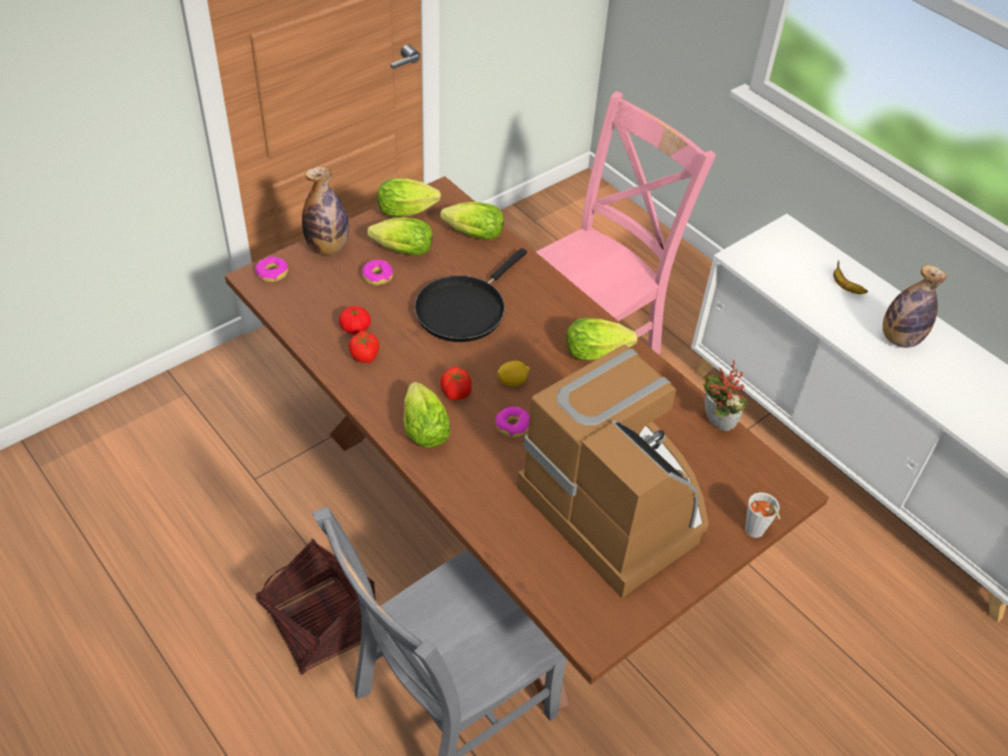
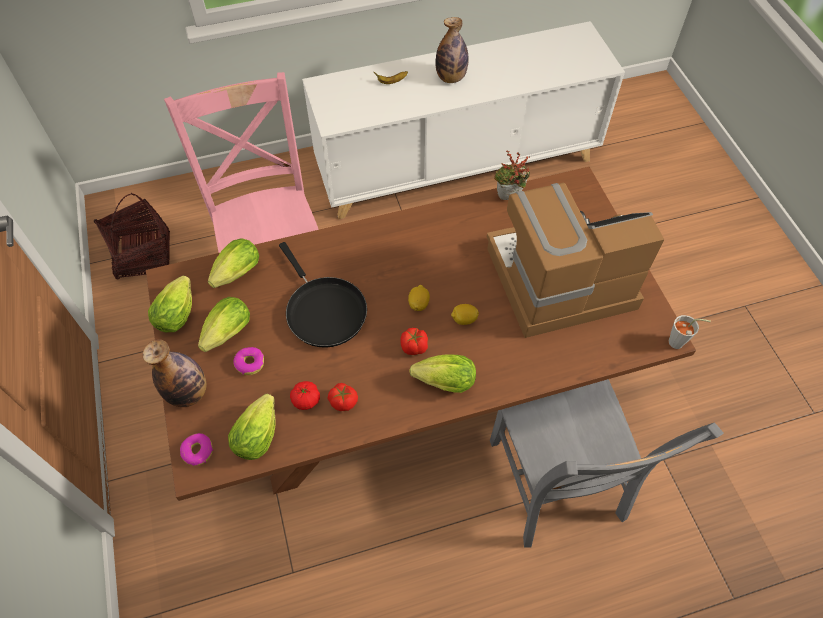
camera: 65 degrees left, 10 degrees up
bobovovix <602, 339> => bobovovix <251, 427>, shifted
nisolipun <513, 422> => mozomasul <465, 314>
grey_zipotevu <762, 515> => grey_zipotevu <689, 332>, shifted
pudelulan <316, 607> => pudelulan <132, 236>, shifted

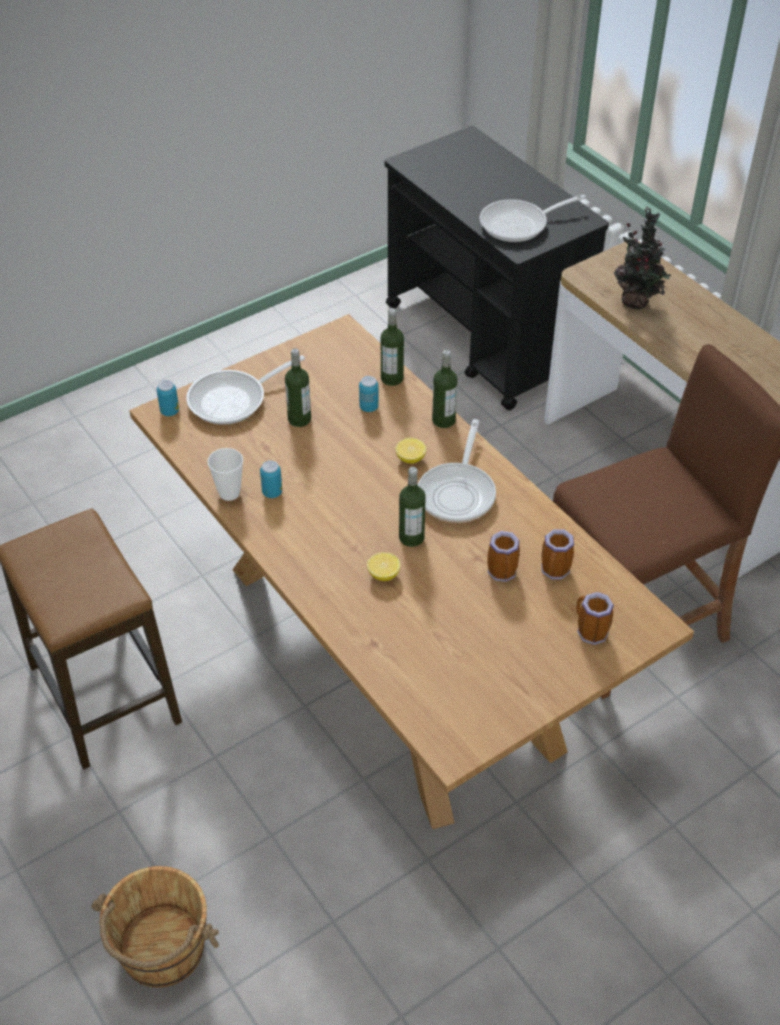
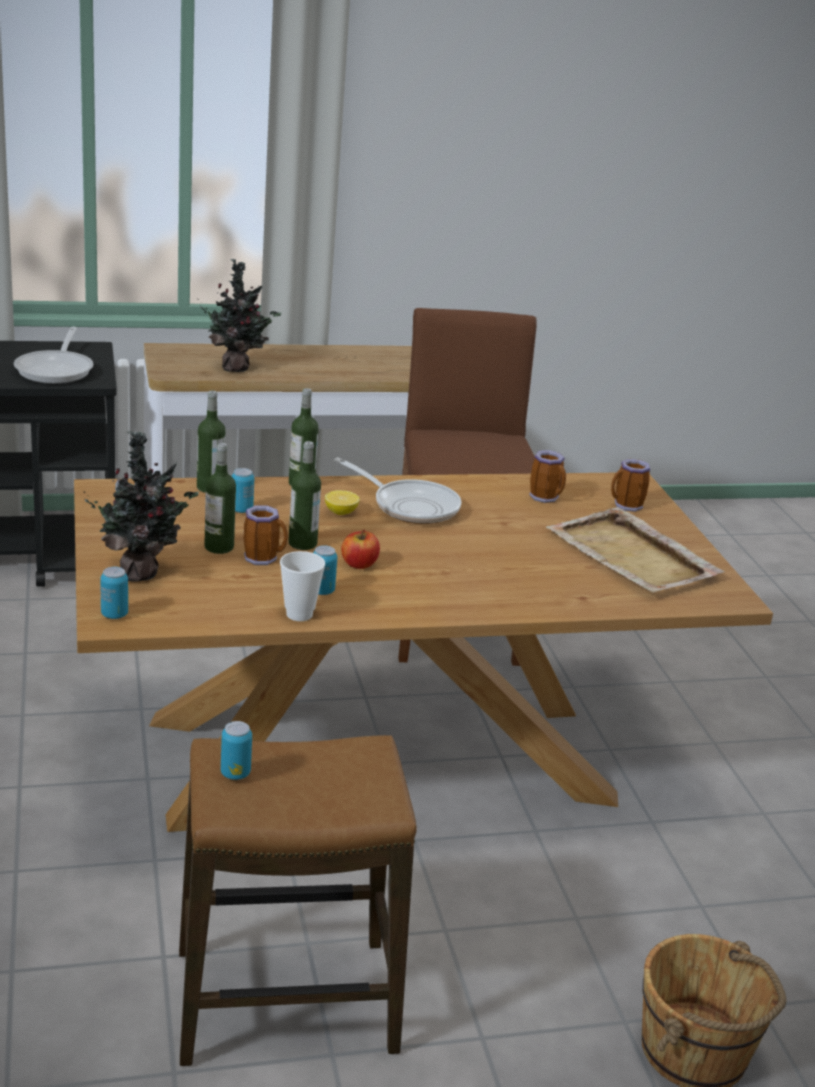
camera: 70 degrees left, 20 degrees down
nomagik <245, 390> => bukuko <141, 506>
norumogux <412, 507> => norumogux <304, 495>, shifted
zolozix <503, 556> => zolozix <266, 535>, shifted
mozomasul <384, 566> => nothing
nothing => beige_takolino <635, 550>
nothing => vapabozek <360, 549>
nothing => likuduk <236, 750>

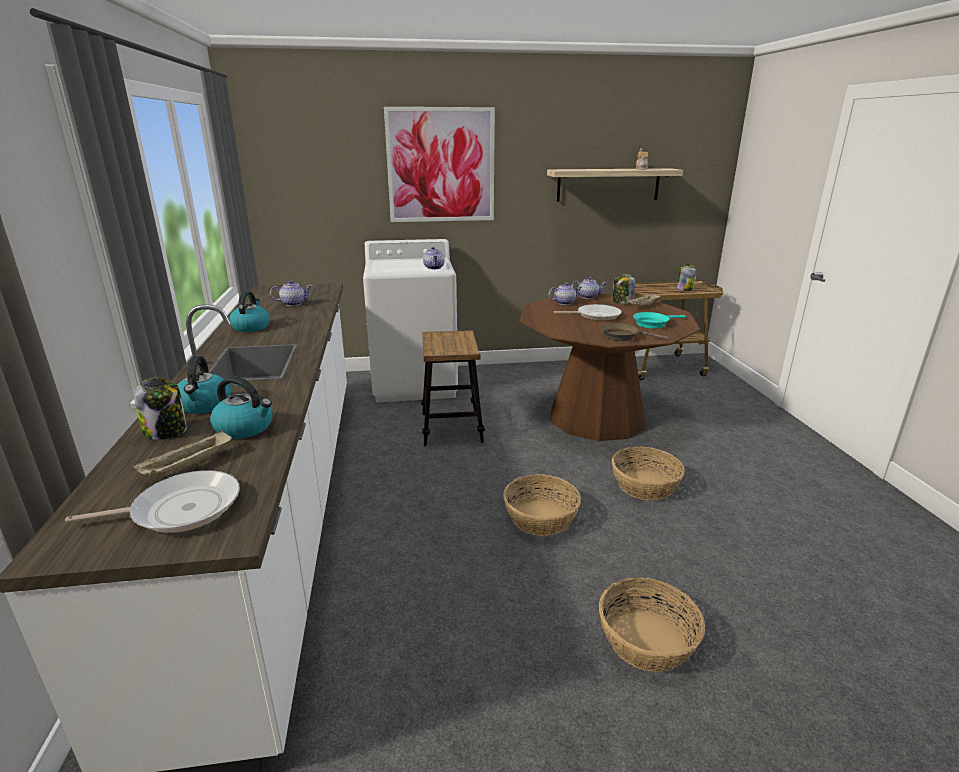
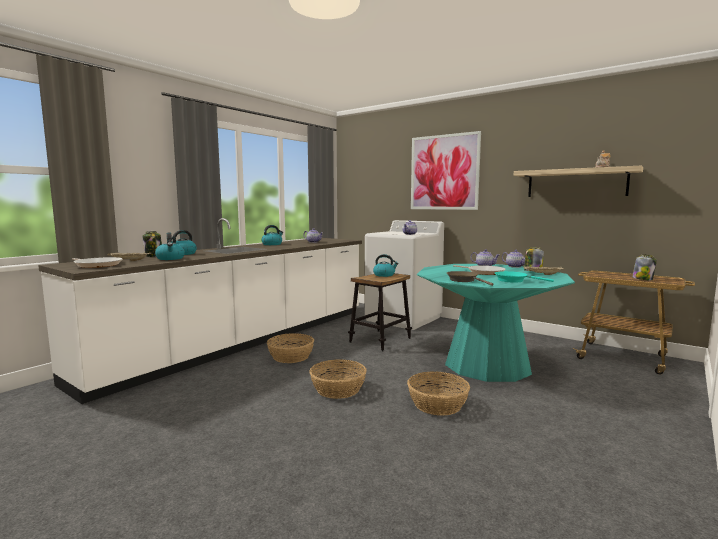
camera: 45 degrees right, 15 degrees down
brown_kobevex <610, 367> => turquoise_kobevex <496, 323>
pudelulan <652, 624> => pudelulan <290, 348>, shifted
nothing => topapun <386, 265>

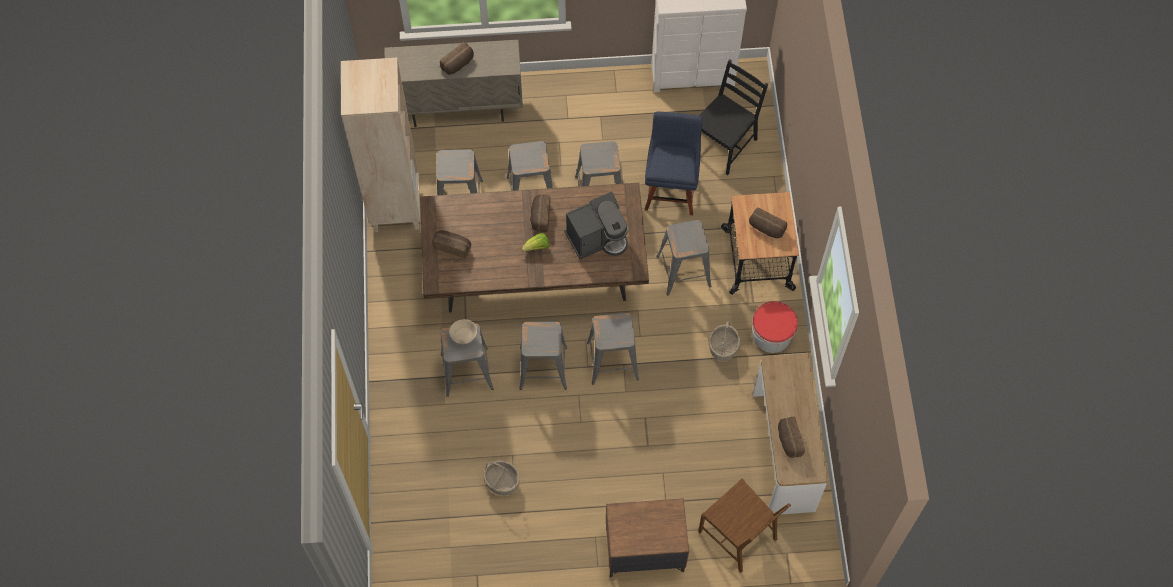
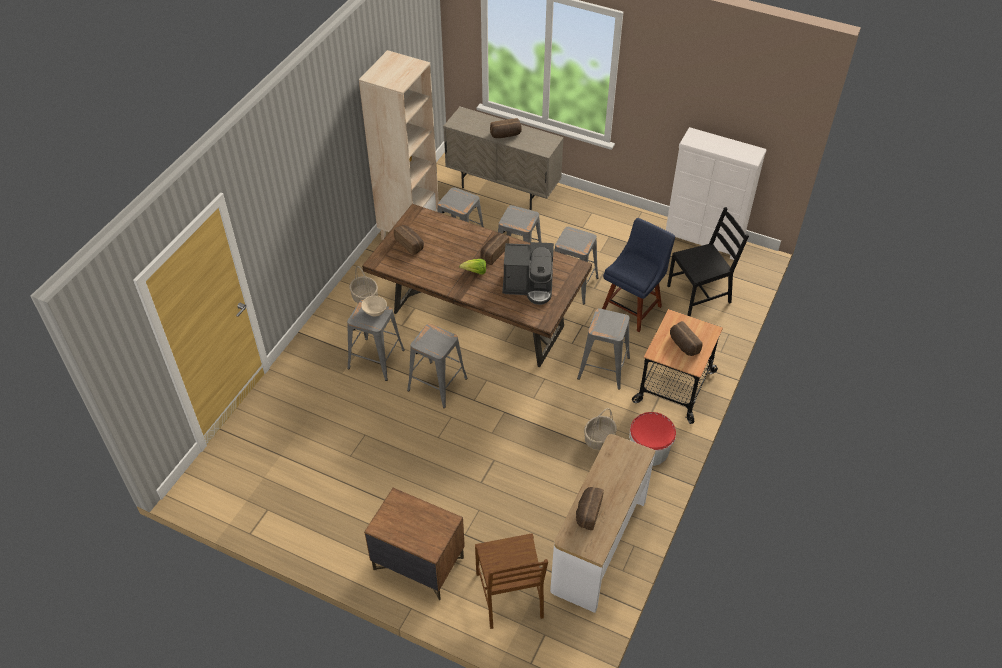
camera: 30 degrees right, 15 degrees down
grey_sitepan <613, 349> => nothing
pudelulan <502, 478> => pudelulan <364, 284>, shifted

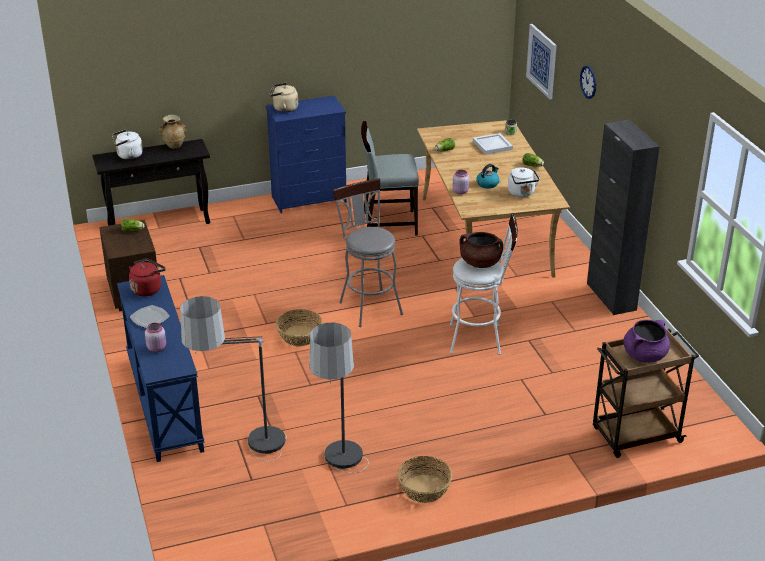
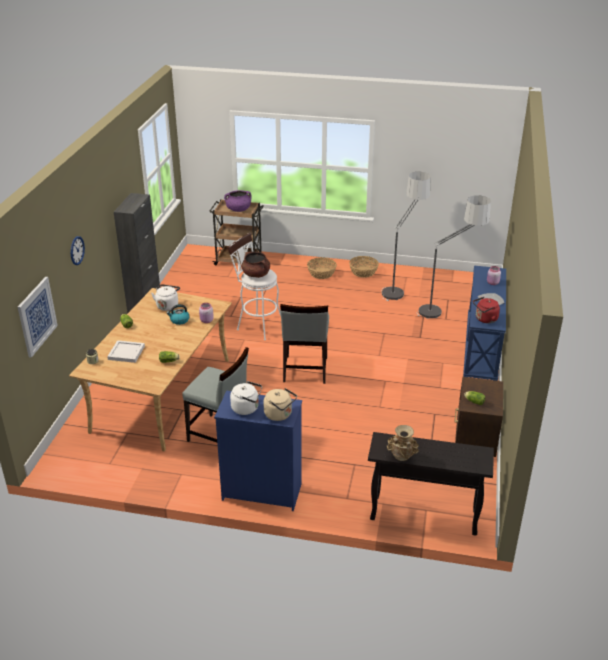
camera: 150 degrees left, 0 degrees up
white_topapun <127, 144> => white_topapun <246, 398>, shifted
grey_sitepan <368, 252> => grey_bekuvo <304, 344>
pudelulan <299, 327> => pudelulan <322, 268>, shifted

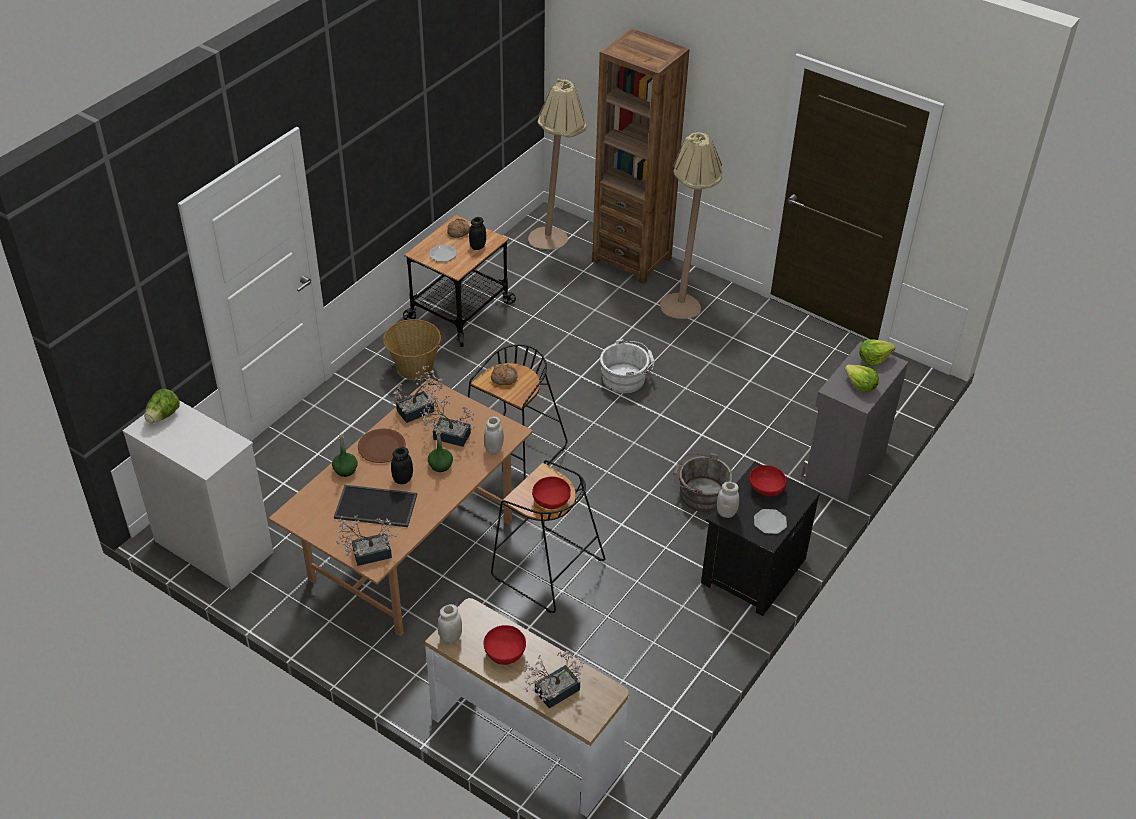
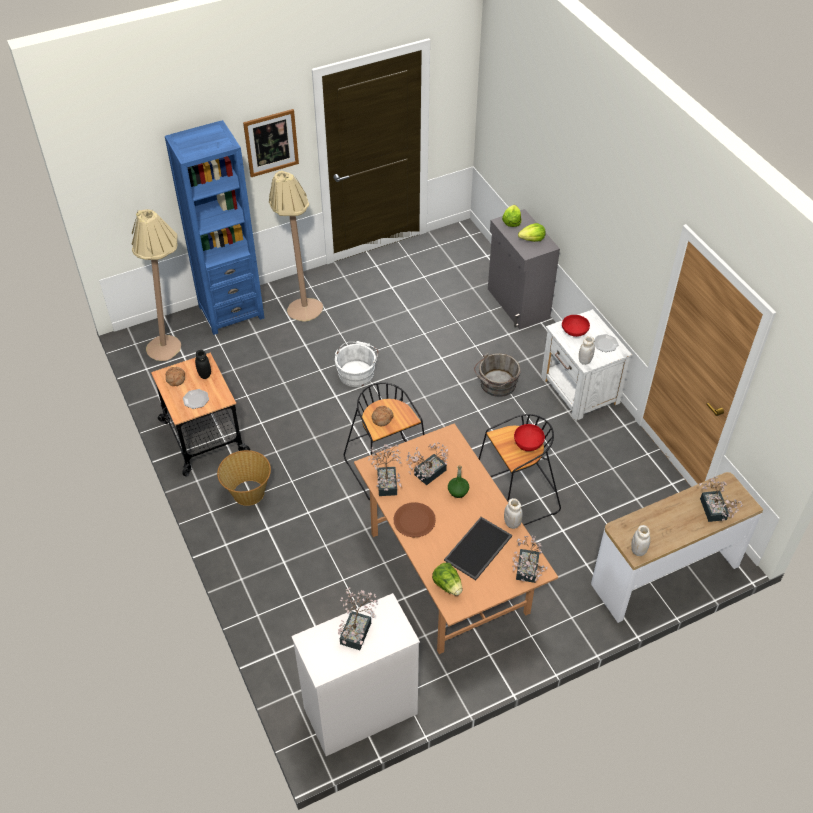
camera: 60 degrees left, 5 degrees up
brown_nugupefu <641, 156> => blue_nugupefu <214, 227>
bobovovix <162, 406> => bobovovix <447, 579>, shifted
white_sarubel <494, 435> => white_sarubel <513, 513>, shifted
green_norumogux <345, 455> => nothing
black_sarubel <402, 465> => nothing
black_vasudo <760, 539> => white_vasudo <586, 365>
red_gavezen <504, 645> => nothing
nothing => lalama <271, 143>
nothing => bukuko <358, 618>

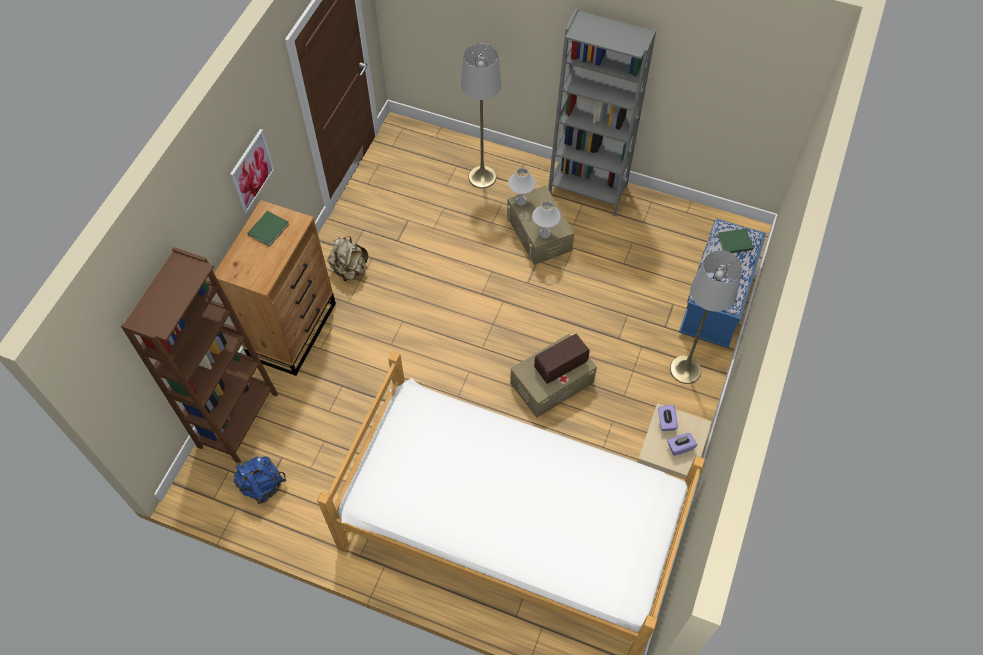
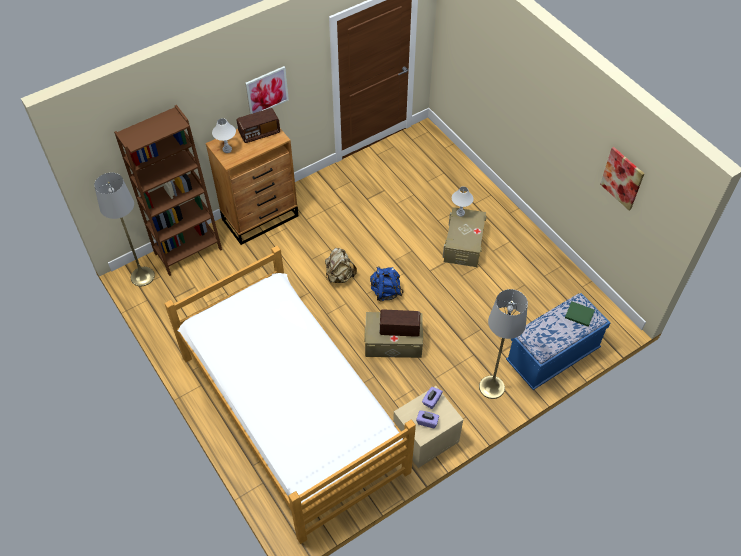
camera: 35 degrees right, 5 degrees down
grey_nugupefu <602, 112> => nothing
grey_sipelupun <481, 115> => grey_sipelupun <124, 229>, shifted
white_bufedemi <546, 219> => white_bufedemi <224, 135>, shifted
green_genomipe <268, 229> => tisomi <258, 125>
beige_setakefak <347, 259> => beige_setakefak <341, 265>, shifted
blue_setakefak <260, 480> => blue_setakefak <387, 284>, shifted
nothing => lalama <622, 178>

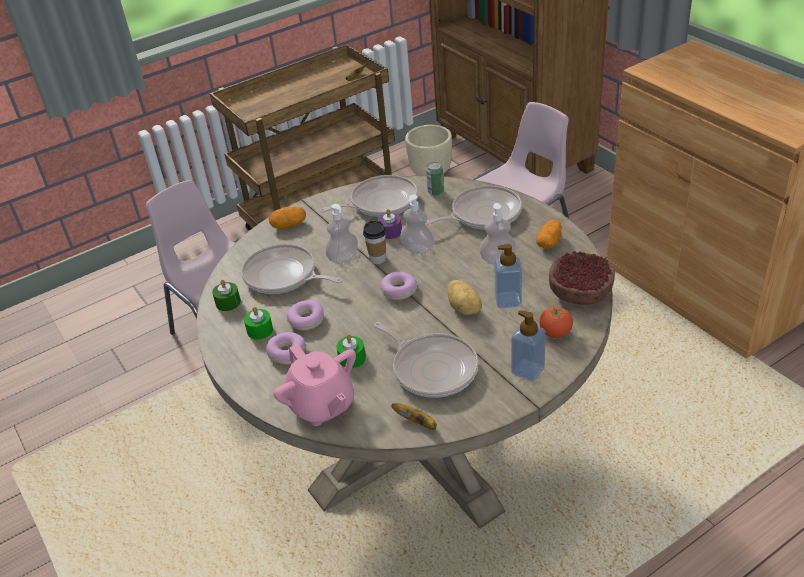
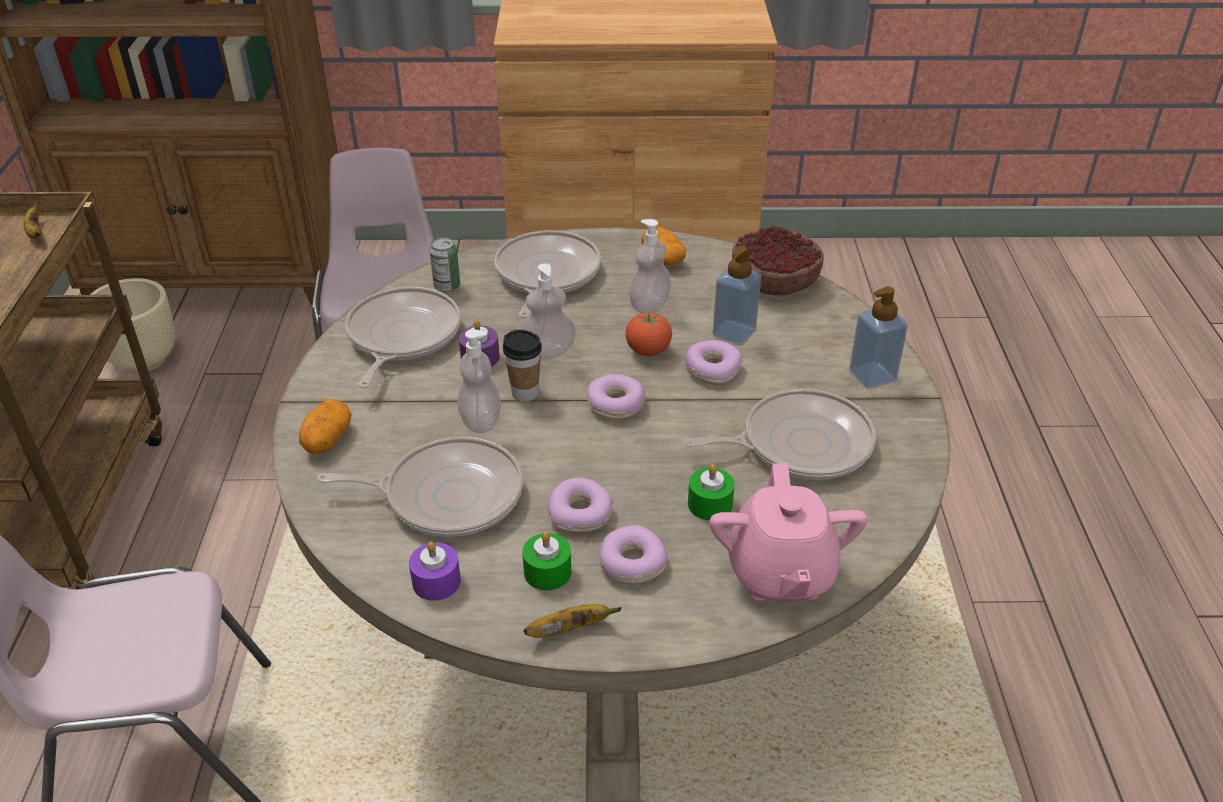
camera: 60 degrees left, 0 degrees up
nomagik <292, 269> => nomagik <420, 487>, 150 degrees counterclockwise
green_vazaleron <226, 295> => purple_vazaleron <435, 571>
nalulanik <464, 297> => nisolipun <713, 362>
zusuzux <556, 322> => zusuzux <648, 333>, shifted
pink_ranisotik <315, 385> => pink_ranisotik <788, 532>, 90 degrees clockwise
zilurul <414, 416> => zilurul <573, 621>, shifted

